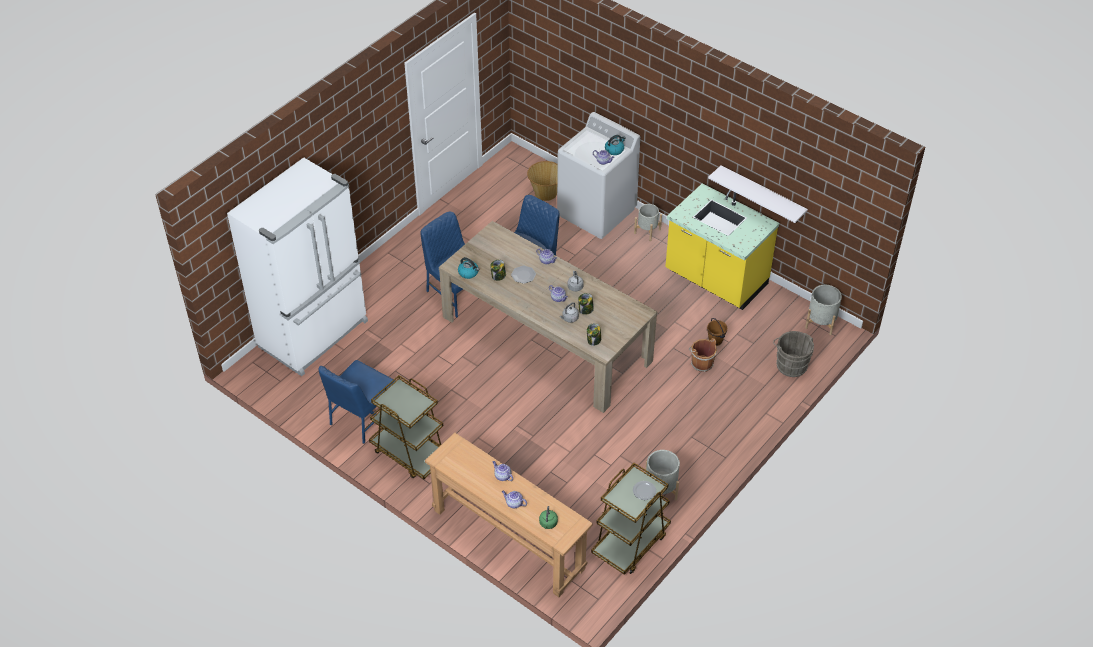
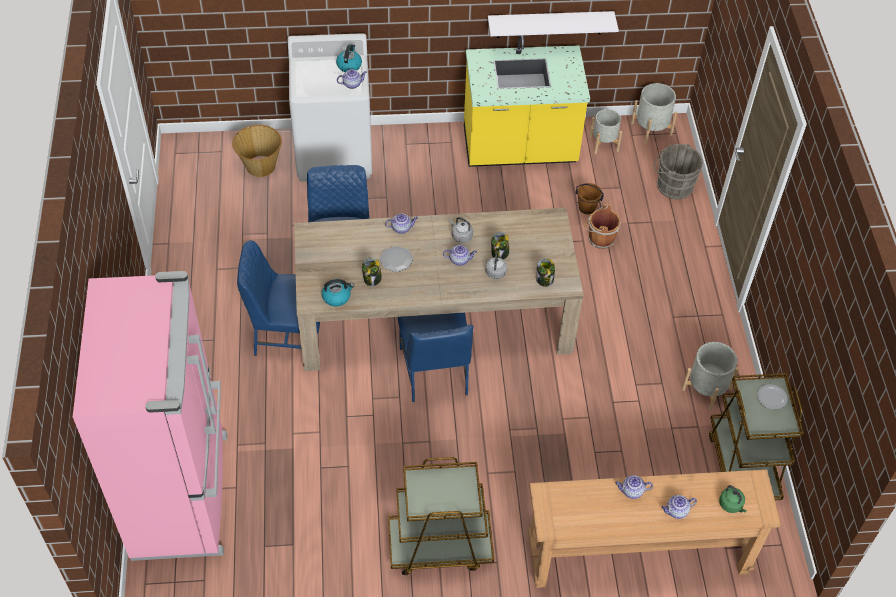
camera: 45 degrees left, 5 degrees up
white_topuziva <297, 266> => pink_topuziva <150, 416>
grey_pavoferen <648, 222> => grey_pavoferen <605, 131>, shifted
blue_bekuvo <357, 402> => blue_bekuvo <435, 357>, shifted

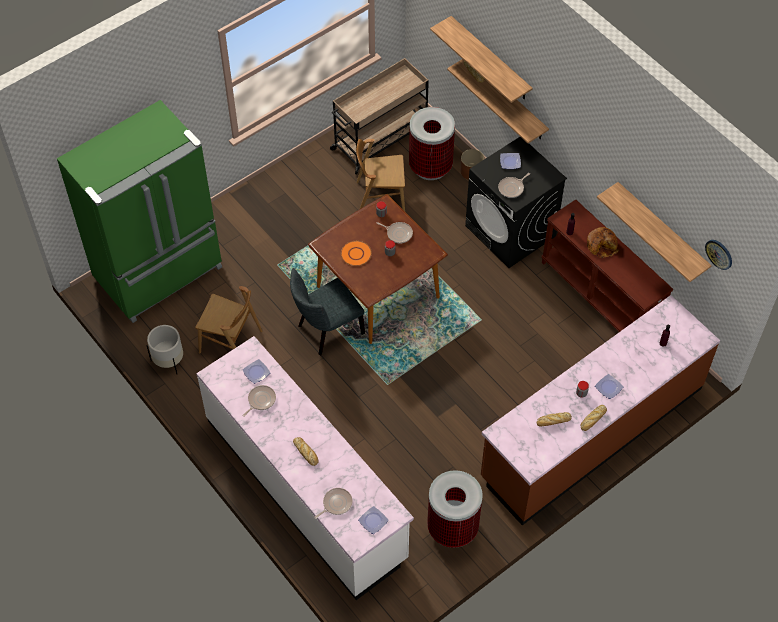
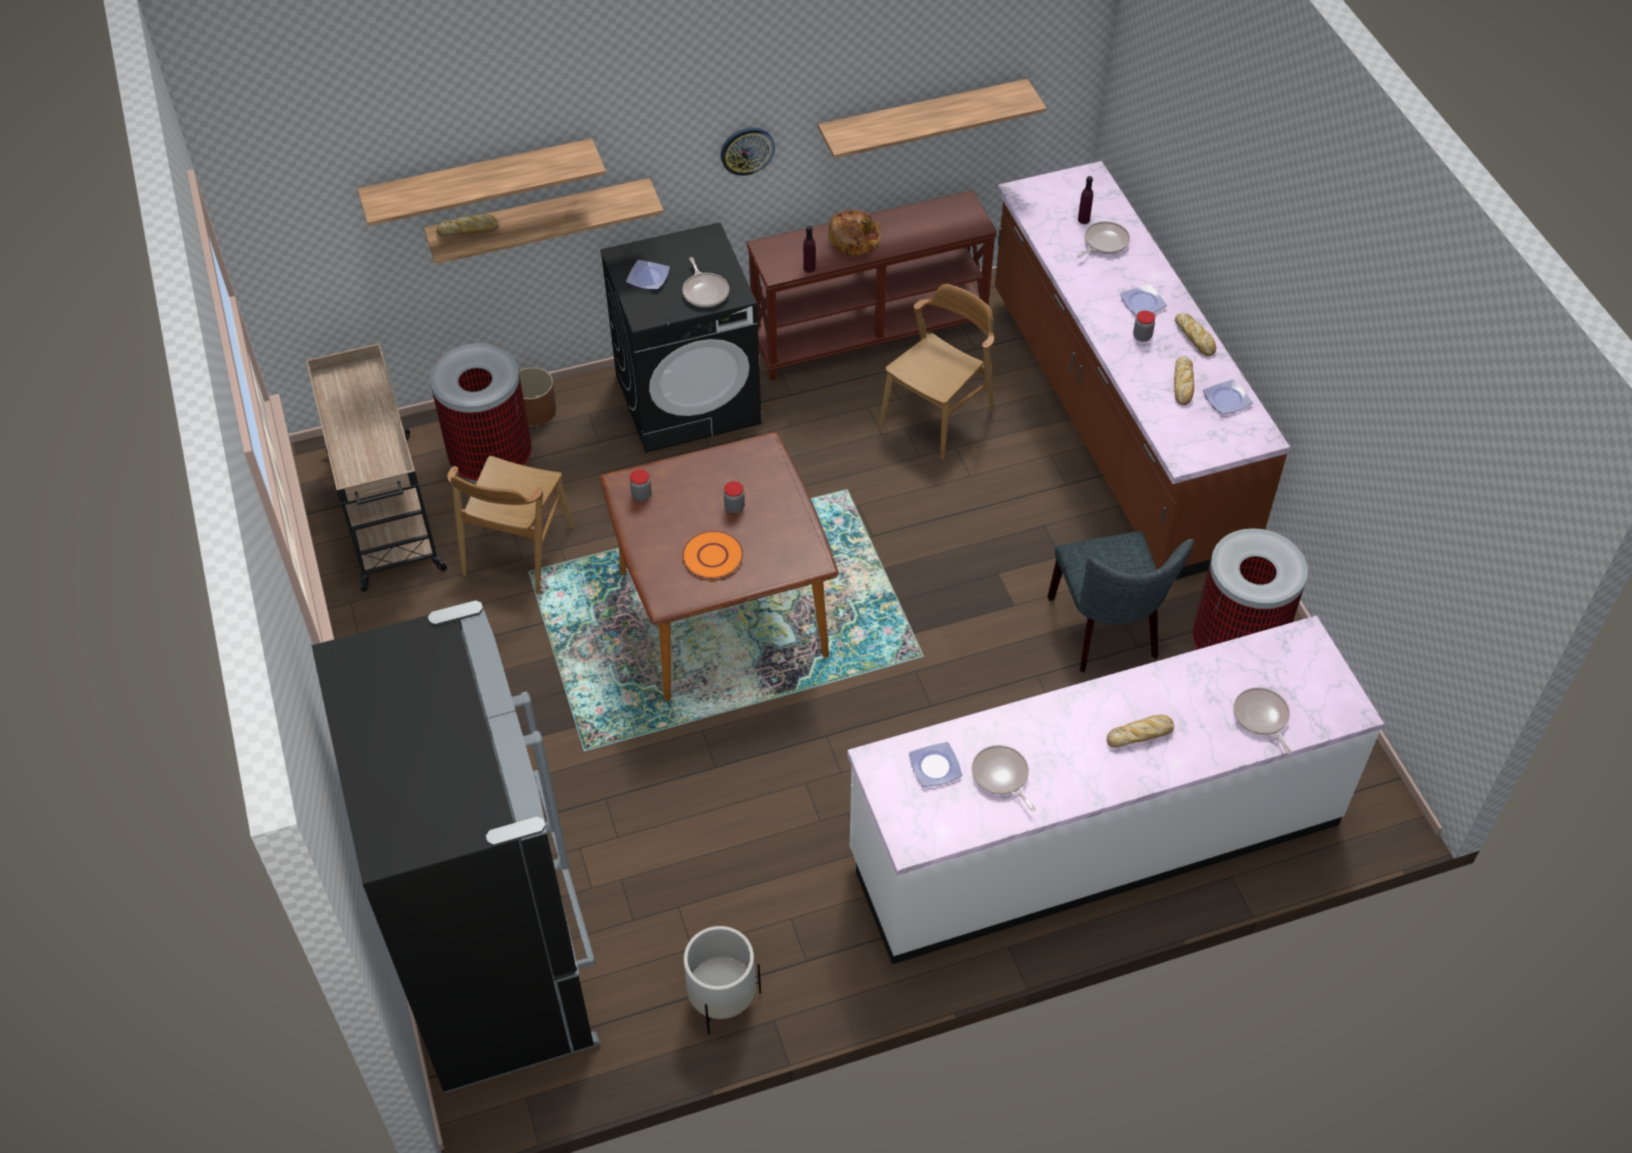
camera: 70 degrees left, 5 degrees down
green_topuziva <139, 211> => black_topuziva <455, 846>
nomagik <394, 232> => nomagik <1103, 239>, shifted
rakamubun <718, 255> => rakamubun <748, 151>, shifted
grey_bekuvo <327, 311> => grey_bekuvo <1121, 601>, shifted
brown_bekuvo <228, 319> => brown_bekuvo <937, 371>, shifted
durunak <373, 520> => durunak <1228, 396>, shifted

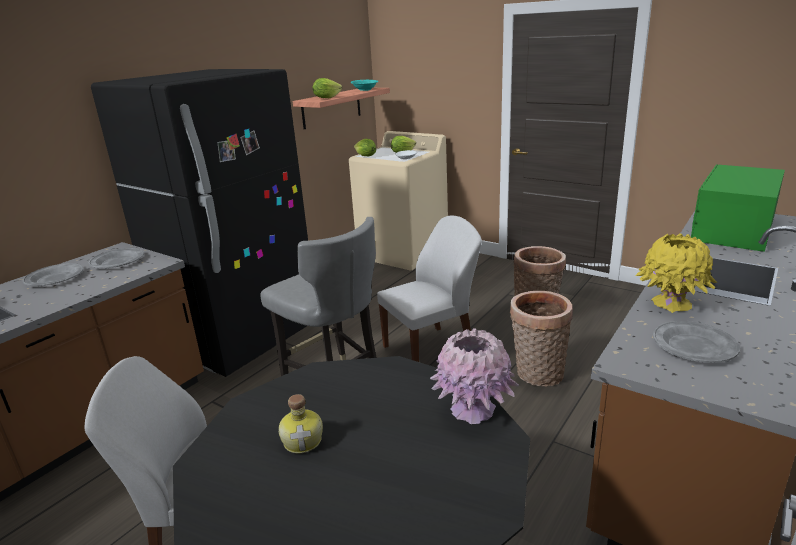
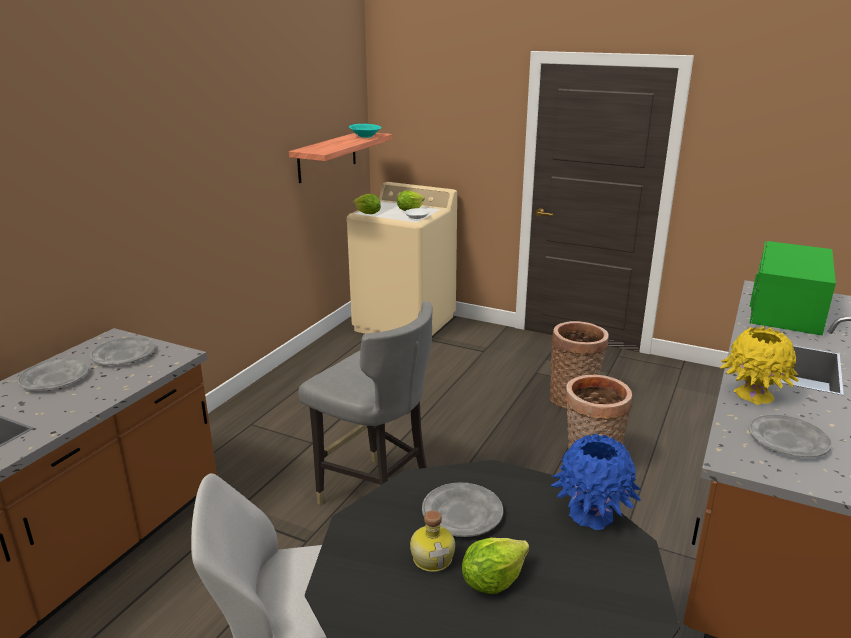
camera: 10 degrees left, 0 degrees up
black_topuziva <199, 223> => nothing
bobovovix <327, 88> => bobovovix <495, 566>, shifted
white_bekuvo <429, 288> => nothing
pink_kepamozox <474, 376> => blue_kepamozox <596, 482>
nothing => grey_durunak <462, 509>

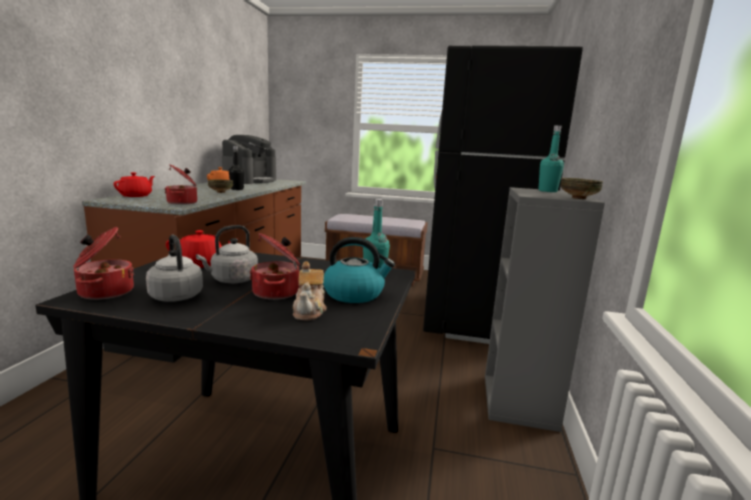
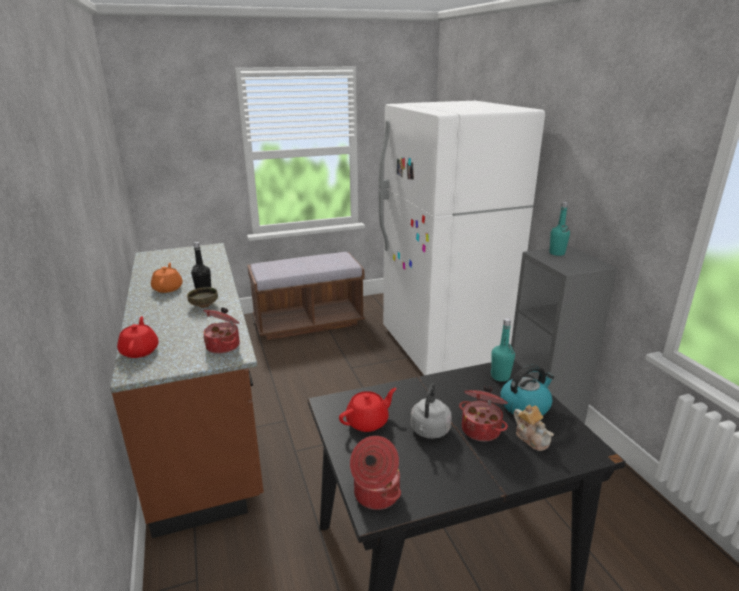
camera: 30 degrees left, 10 degrees up
black_topuziva <503, 194> => white_topuziva <461, 238>
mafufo <249, 159> => nothing
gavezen <582, 188> => nothing
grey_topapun <174, 268> => nothing

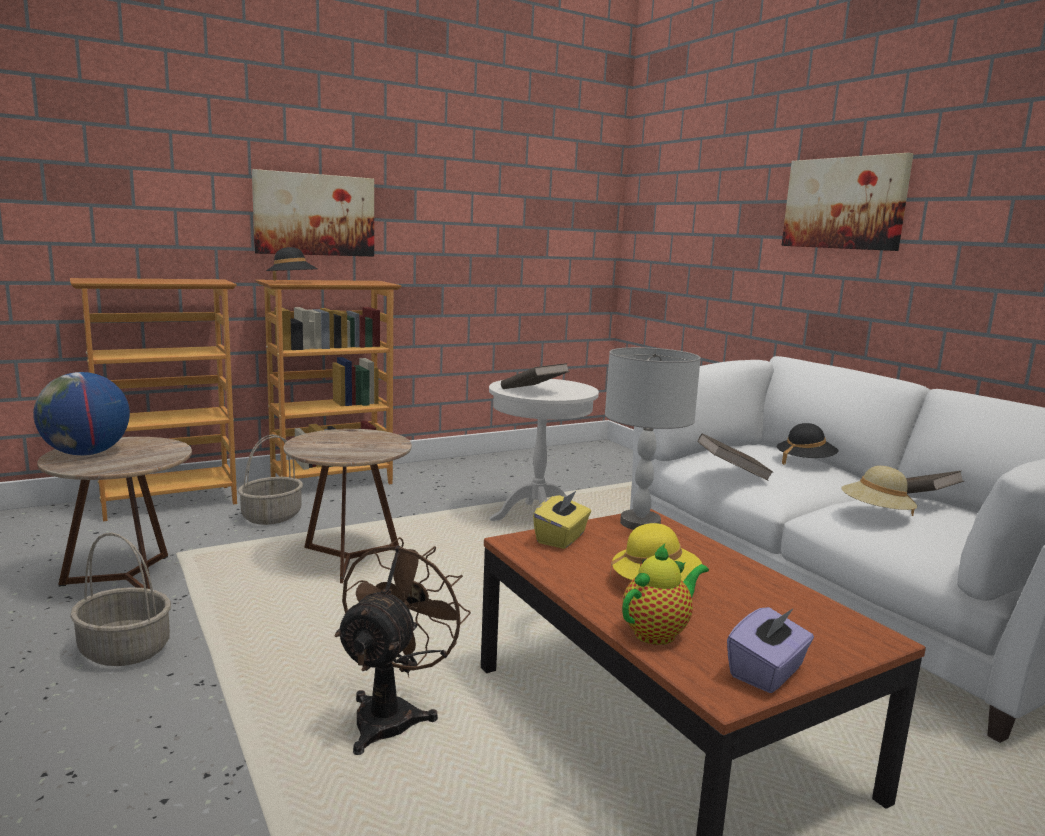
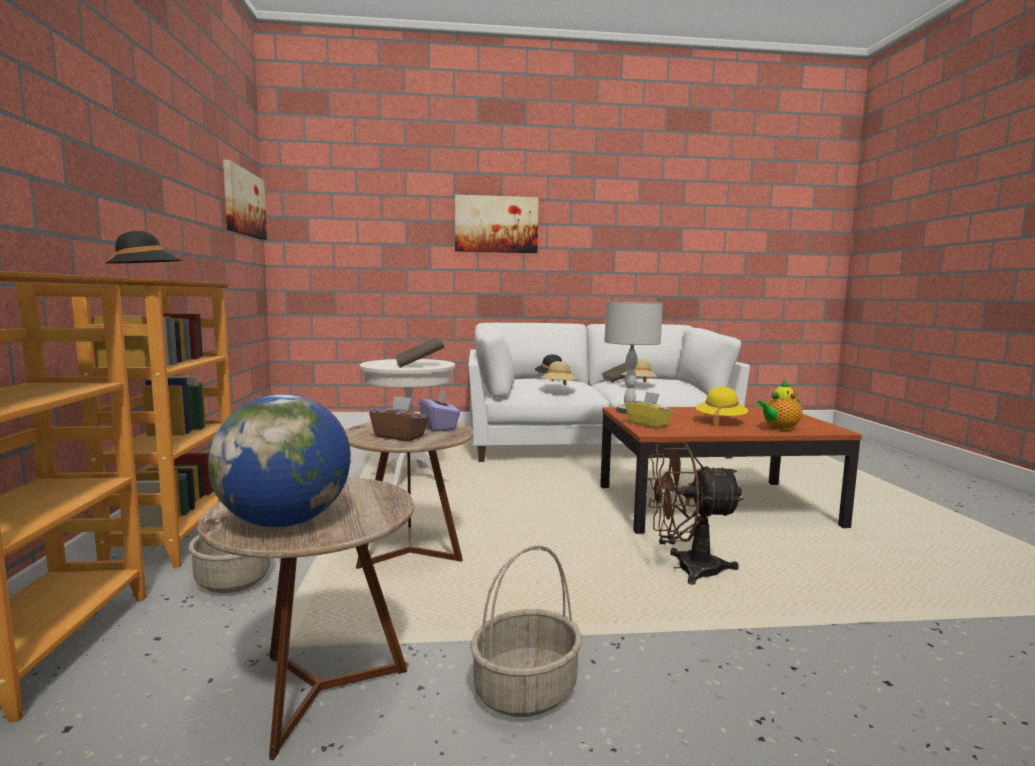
camera: 65 degrees left, 5 degrees down
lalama <313, 213> => lalama <245, 200>, shifted
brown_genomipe <735, 457> => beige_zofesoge <559, 373>
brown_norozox <403, 646> => brown_norozox <695, 513>, 45 degrees counterclockwise
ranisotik <665, 594> => ranisotik <779, 405>, 105 degrees counterclockwise
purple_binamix <770, 650> => purple_binamix <439, 411>, shifted
nothing => brown_binamix <399, 418>

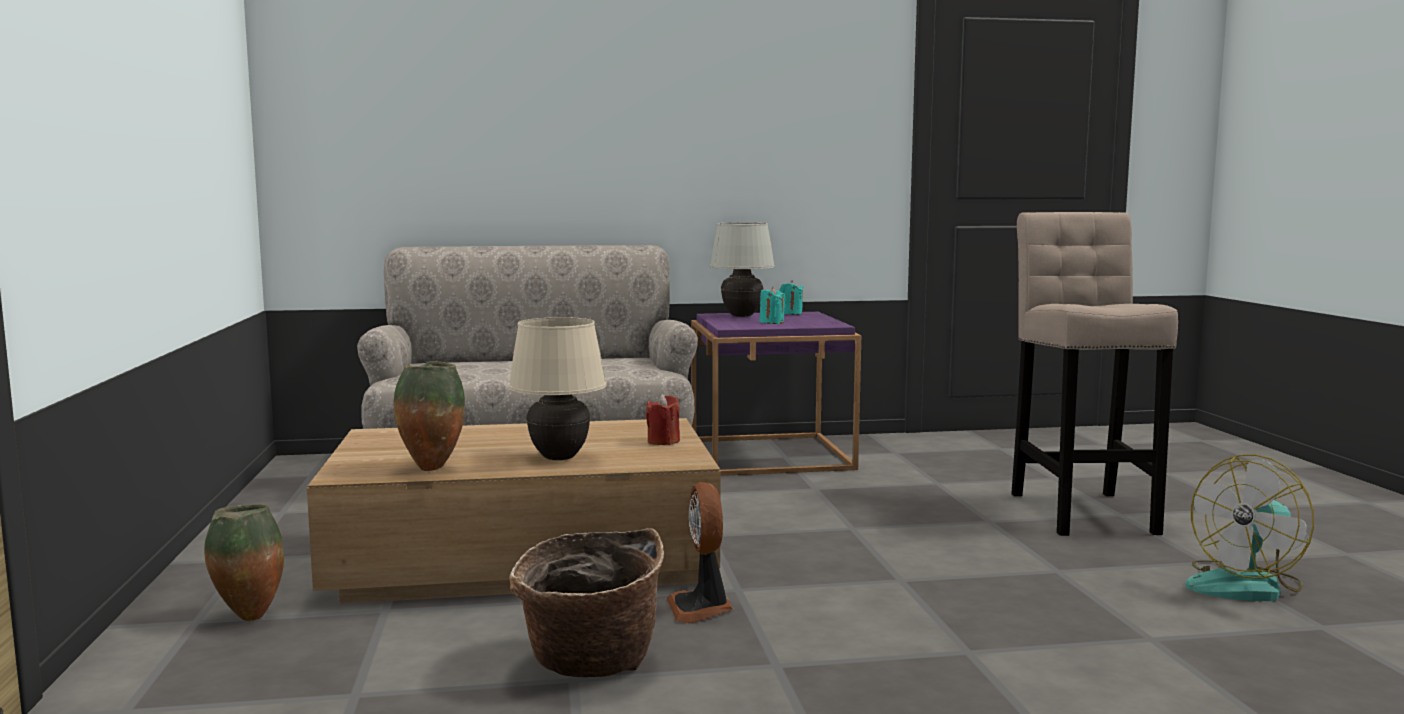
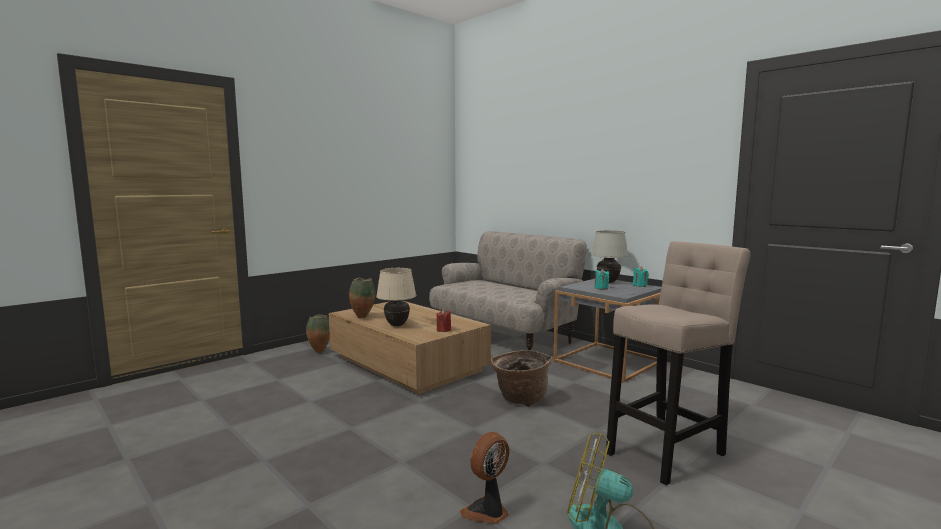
camera: 55 degrees right, 0 degrees up
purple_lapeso <776, 394> => grey_lapeso <607, 331>
norozox <700, 552> => norozox <484, 478>, shifted
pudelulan <586, 602> => pudelulan <522, 378>, shifted

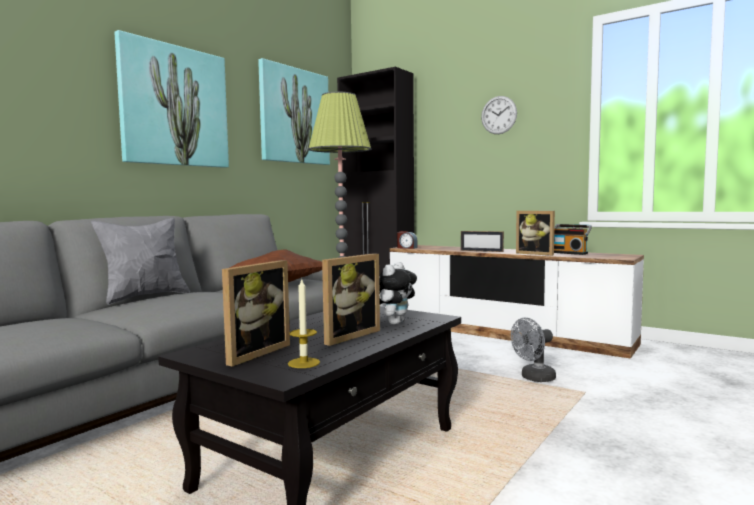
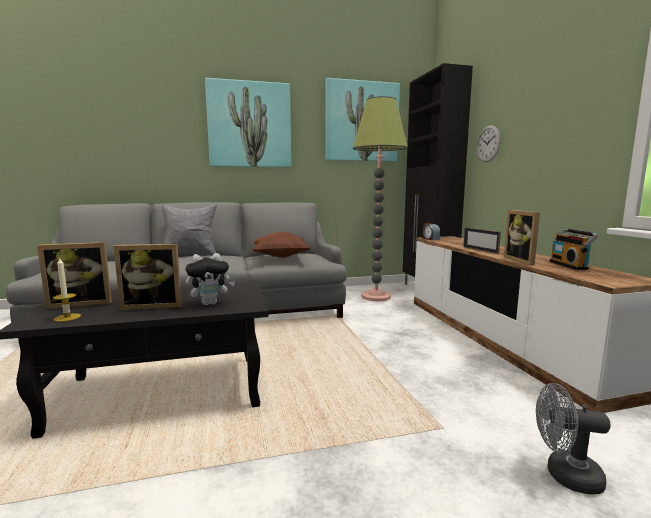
camera: 40 degrees right, 5 degrees up
rakamubun <499, 115> => rakamubun <489, 143>, shifted
grey_norozox <533, 350> => grey_norozox <573, 439>, shifted

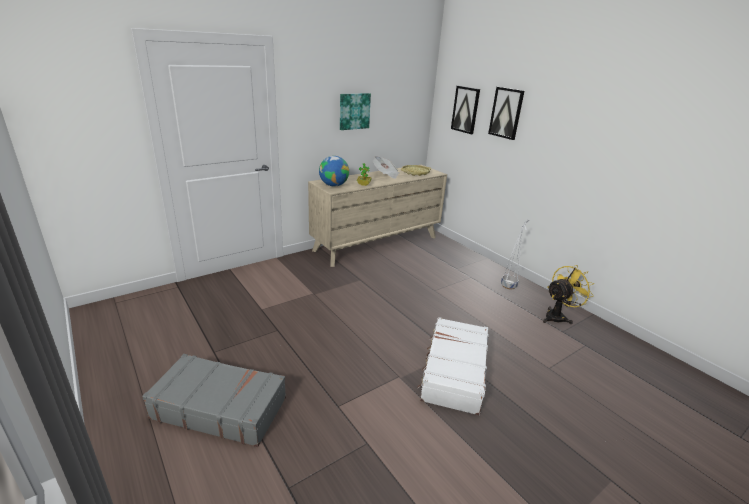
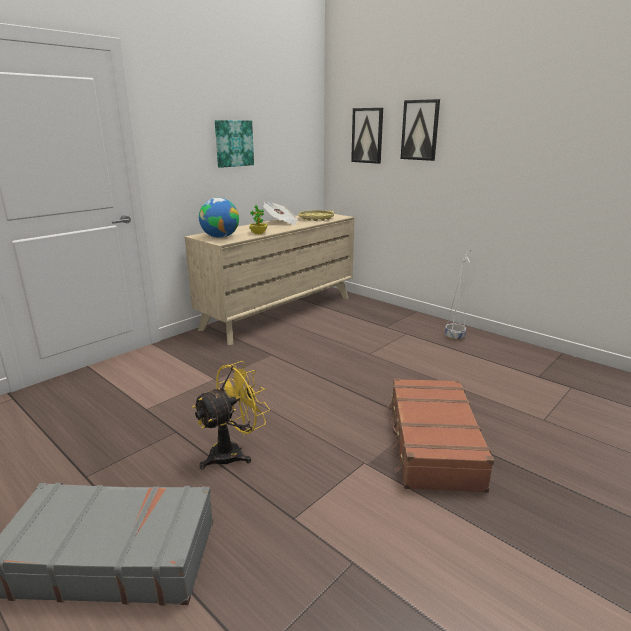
camera: 10 degrees left, 5 degrees down
yellow_norozox <569, 294> => yellow_norozox <231, 415>, shifted
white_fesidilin <453, 366> => brown_fesidilin <440, 435>

